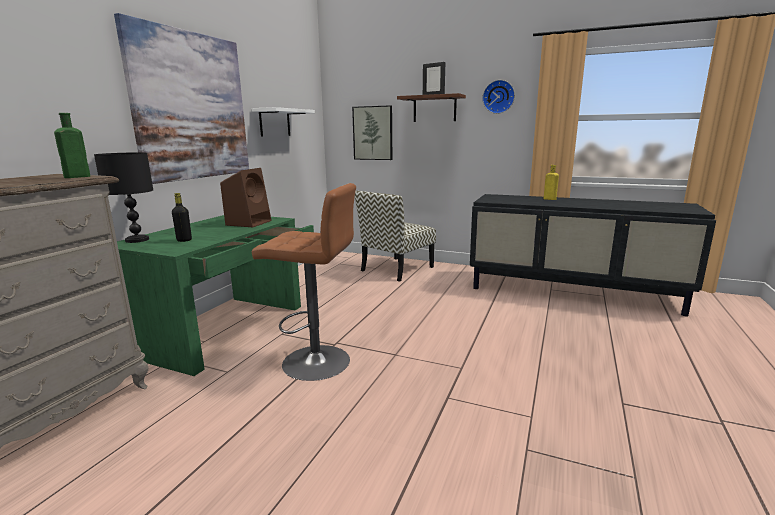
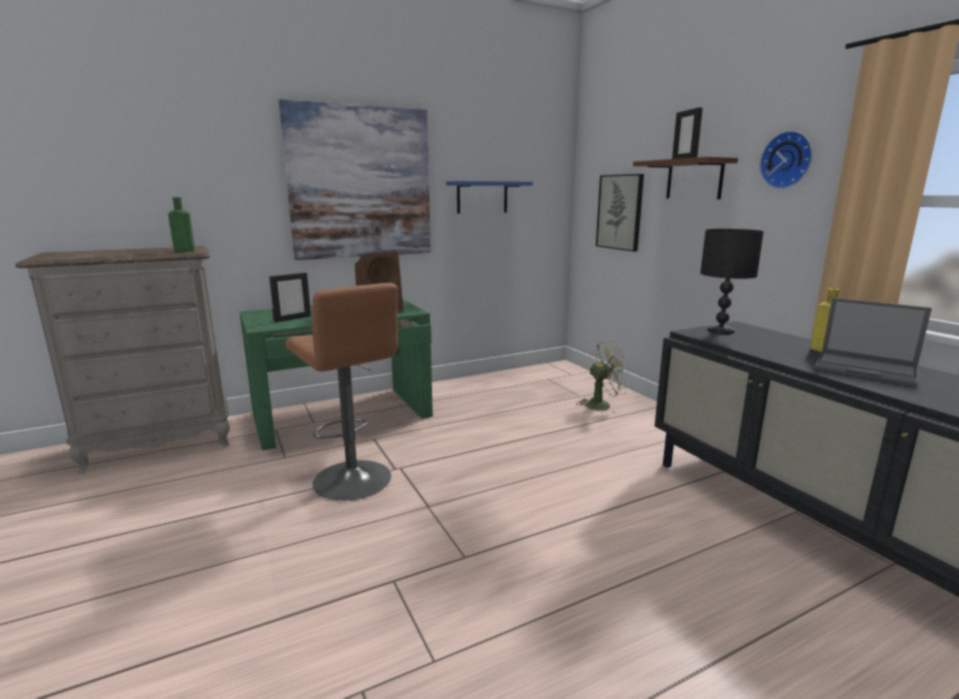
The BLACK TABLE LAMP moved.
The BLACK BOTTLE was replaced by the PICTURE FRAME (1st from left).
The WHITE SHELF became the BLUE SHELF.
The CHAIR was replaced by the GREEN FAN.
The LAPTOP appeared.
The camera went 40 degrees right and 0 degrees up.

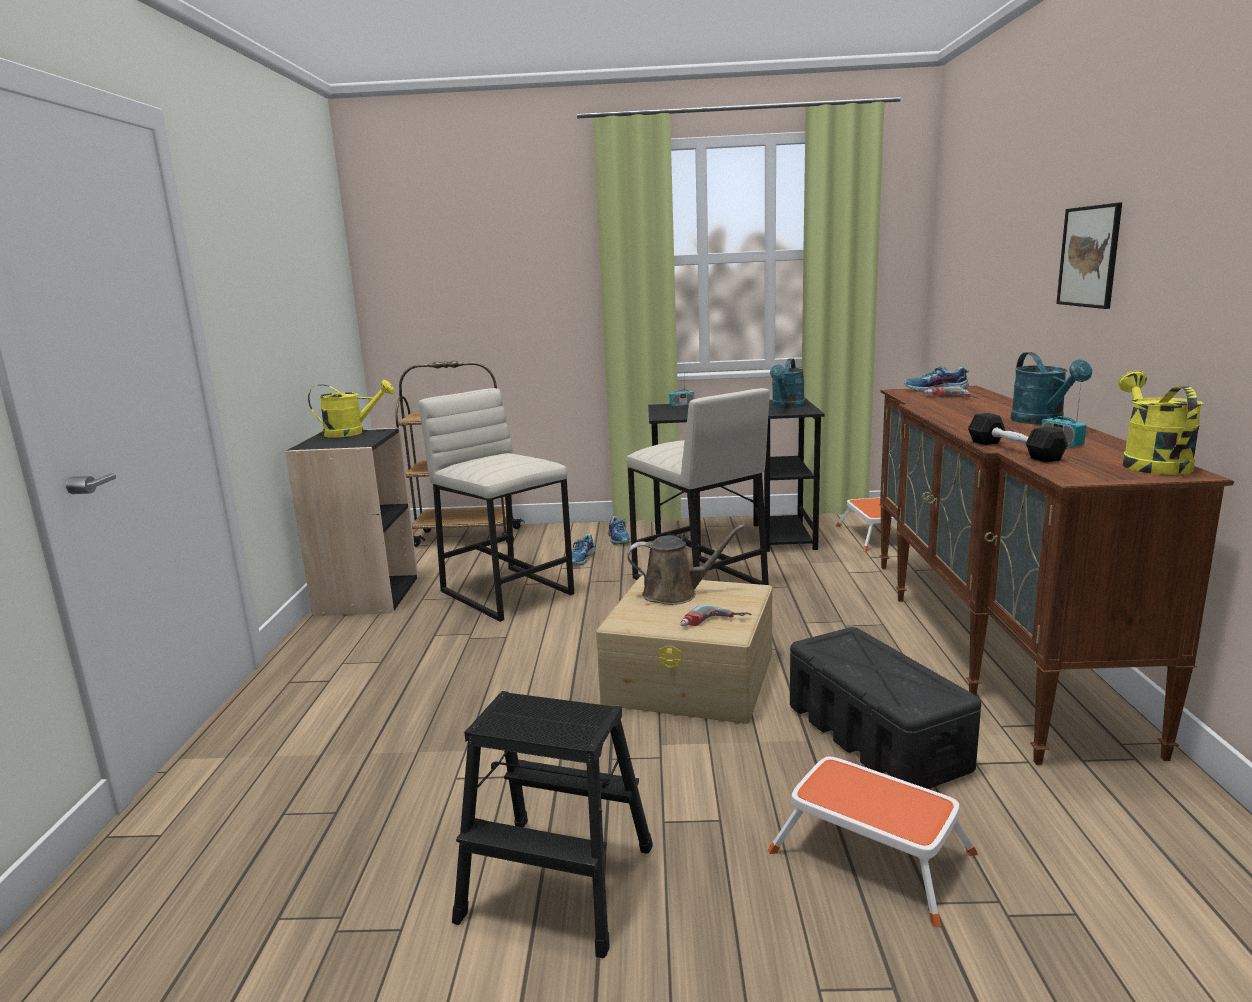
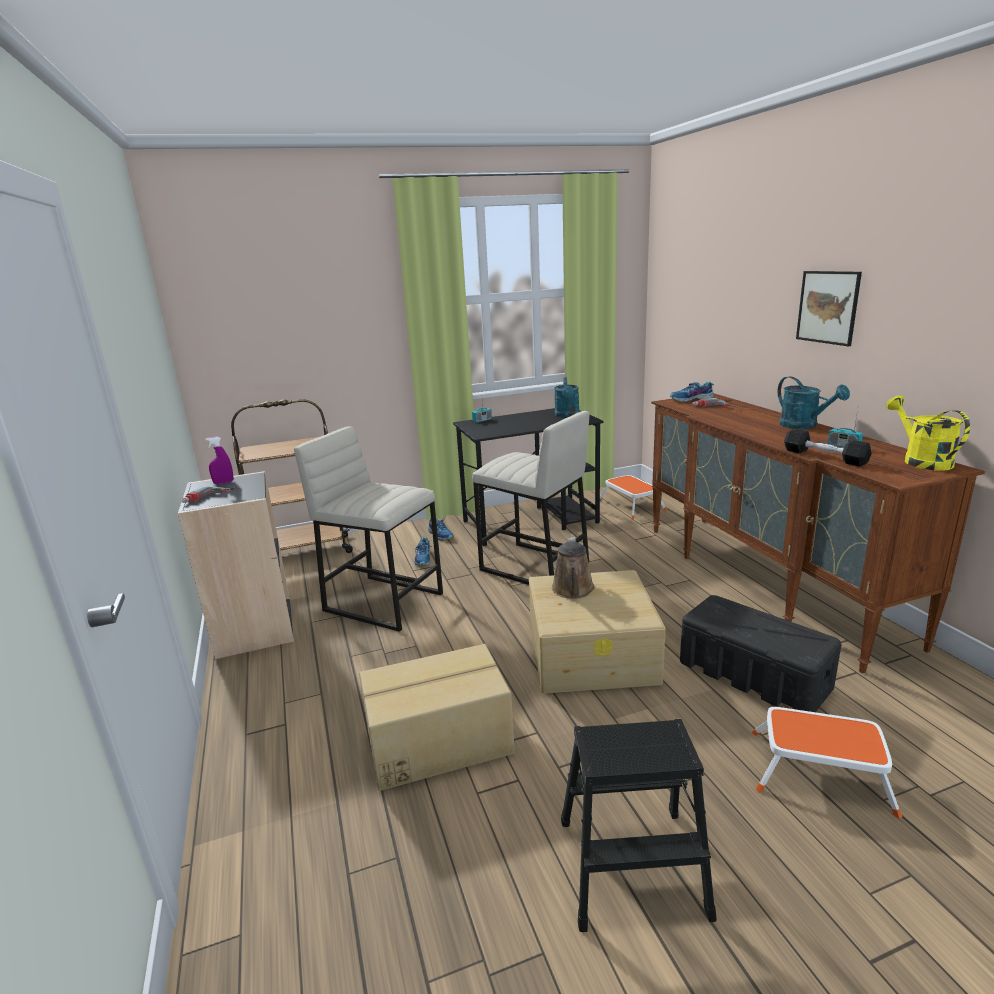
The YELLOW WATERING CAN (1st from left) was replaced by the PURPLE SPRAY BOTTLE.
The BROWN WATERING CAN turned 120 degrees clockwise.
The POWER DRILL (1st from left) moved.
The CARDBOARD BOX appeared.
The camera went 20 degrees left and 5 degrees up.

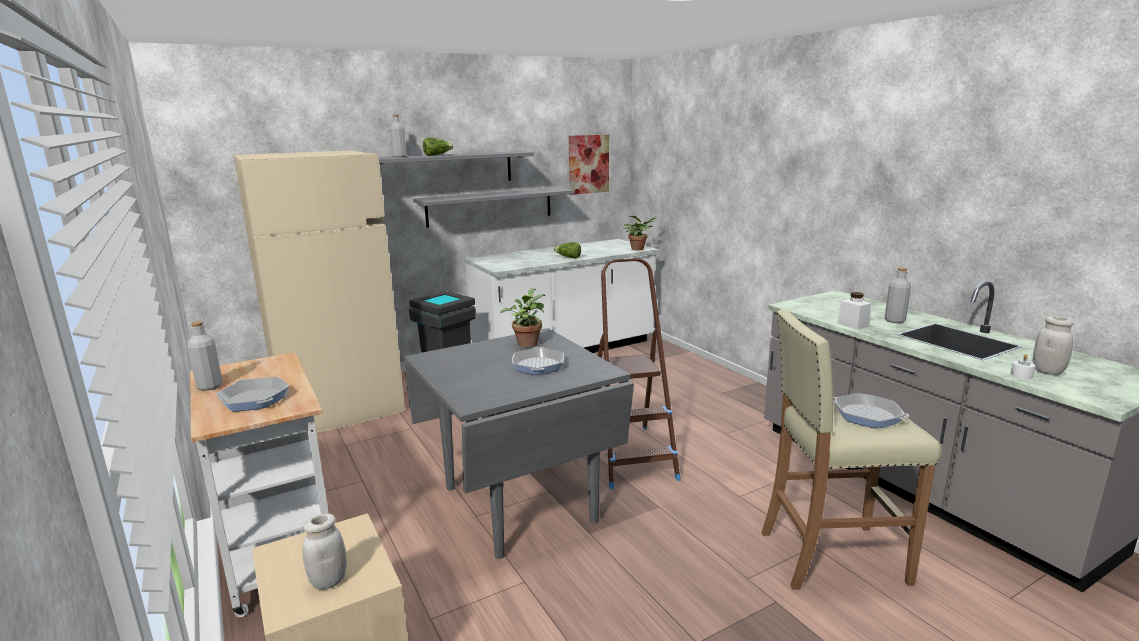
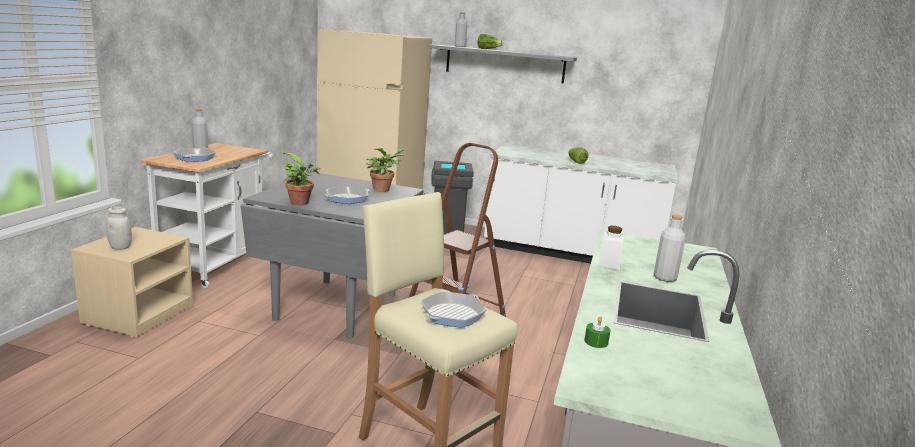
The GREY SHELF (2nd from left) disappeared.
The PICTURE disappeared.
The POTTED PLANT (2nd from left in the first image) moved.
The FRYING PAN (3rd from left) turned 135 degrees counterclockwise.
The WHITE CANDLE became the GREEN CANDLE.
The WHITE JAR (3rd from left) disappeared.
The camera went 45 degrees right and 0 degrees up.

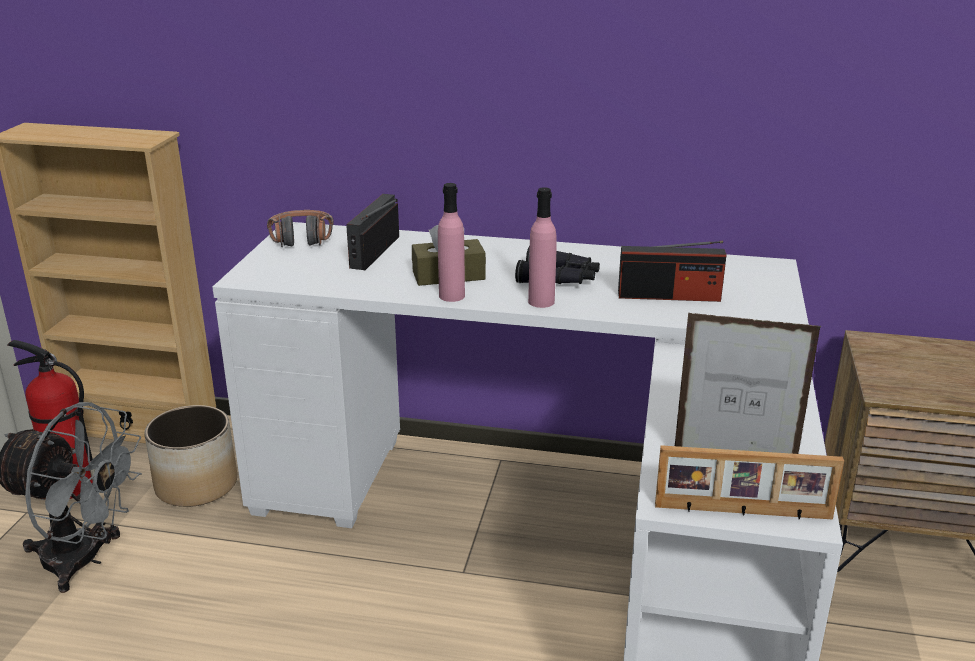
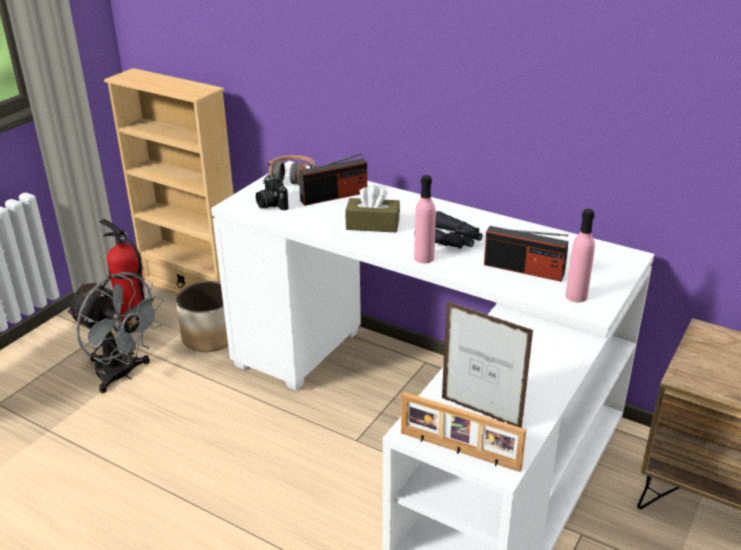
The RADIO (1st from left) turned 150 degrees counterclockwise.
The PINK BOTTLE (1st from left in the first image) moved.
The PHOTO CAMERA appeared.
The camera went 20 degrees right and 5 degrees up.

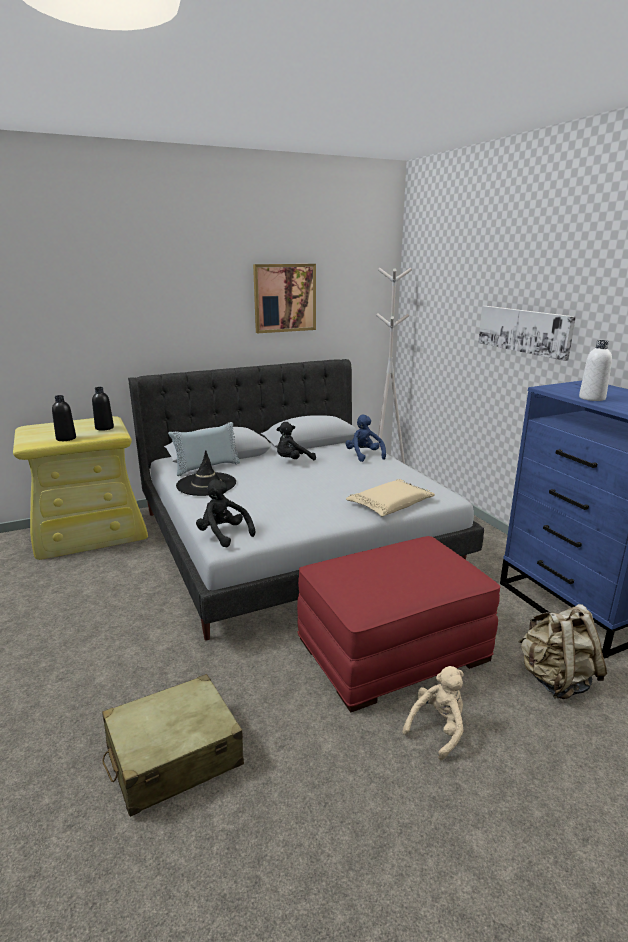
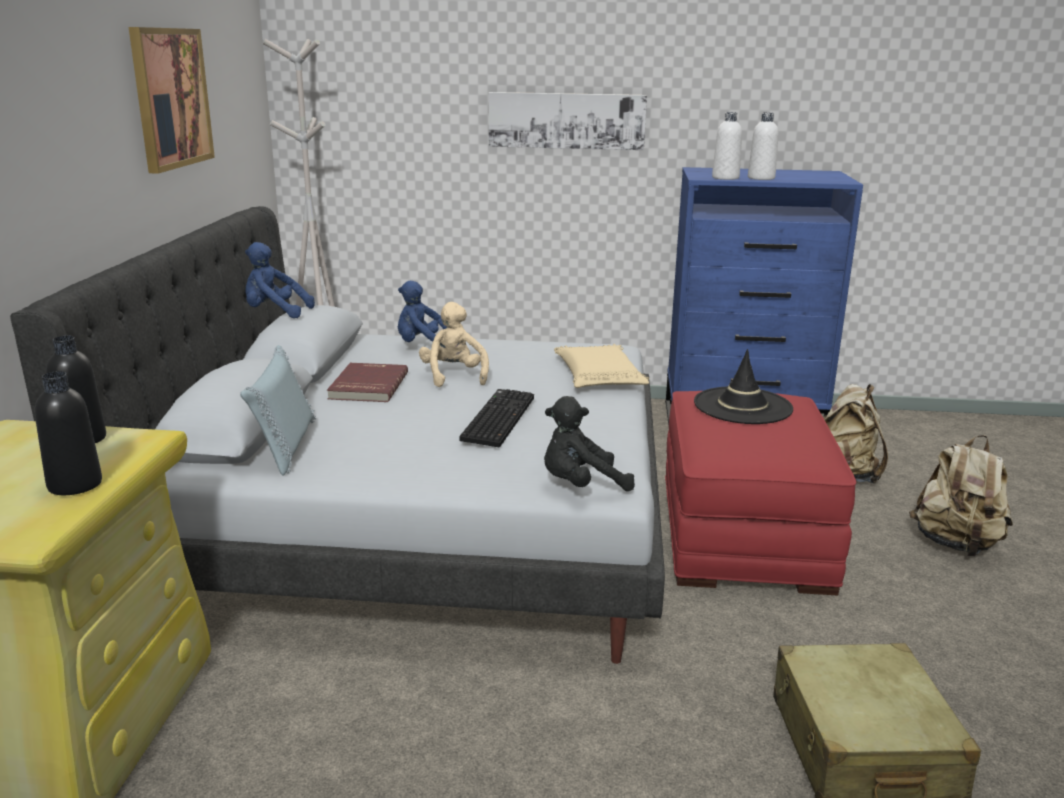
The BLACK HAT moved.
The BLACK PLUSH TOY (2nd from left) was replaced by the RED BOOK.
The BEIGE PLUSH TOY moved.
The BLUE PLUSH TOY (1st from left) appeared.
The KEYBOARD appeared.
The WHITE BOTTLE (1st from left) appeared.
The BEIGE BACKPACK (2nd from left) appeared.
The camera went 60 degrees left and 0 degrees up.

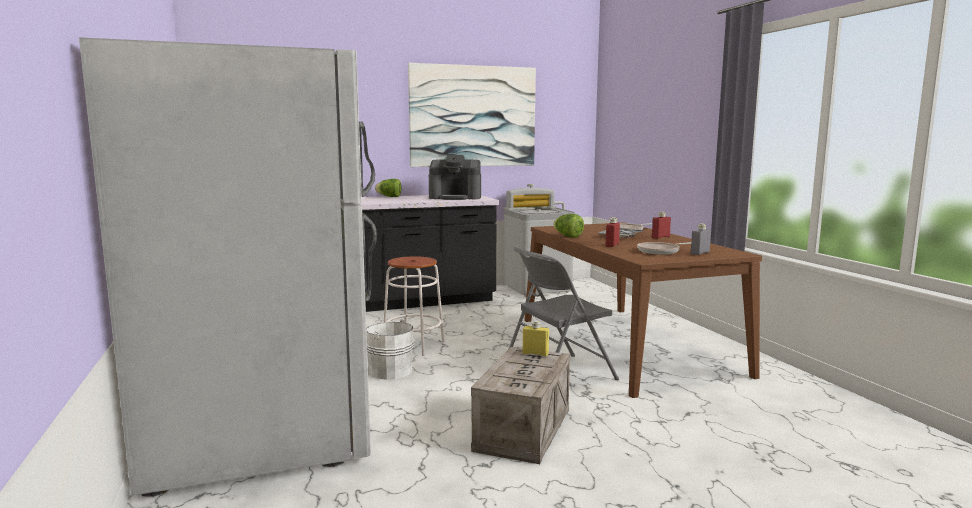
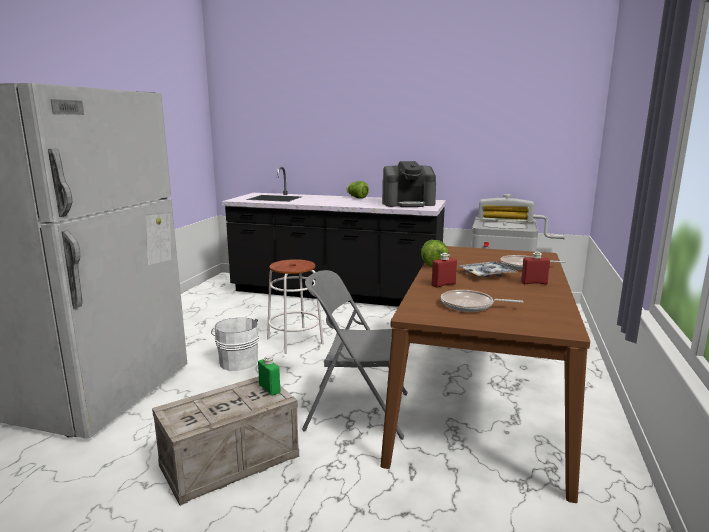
The PICTURE disappeared.
The COFFEE MACHINE turned 45 degrees counterclockwise.
The YELLOW BOTTLE became the GREEN BOTTLE.
The GREY BOTTLE disappeared.
The camera went 35 degrees right and 5 degrees up.

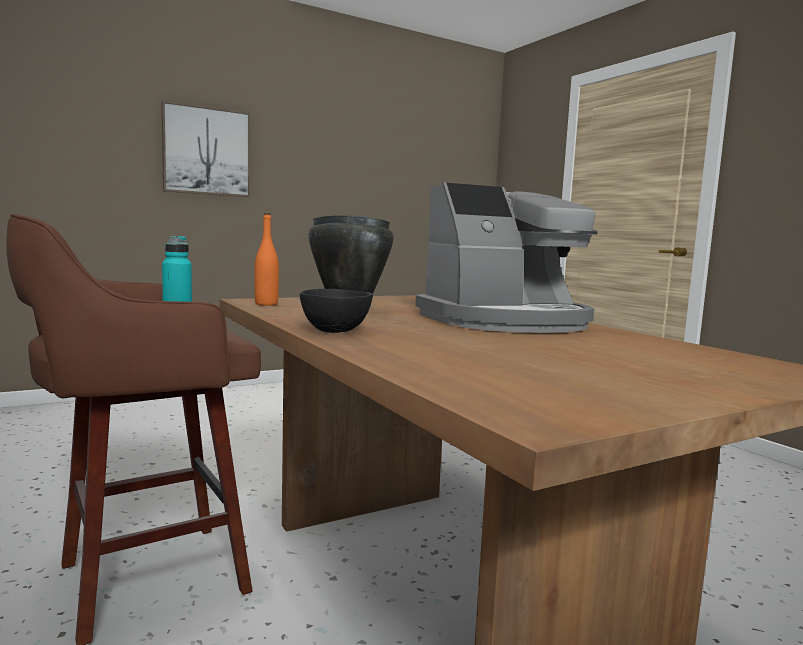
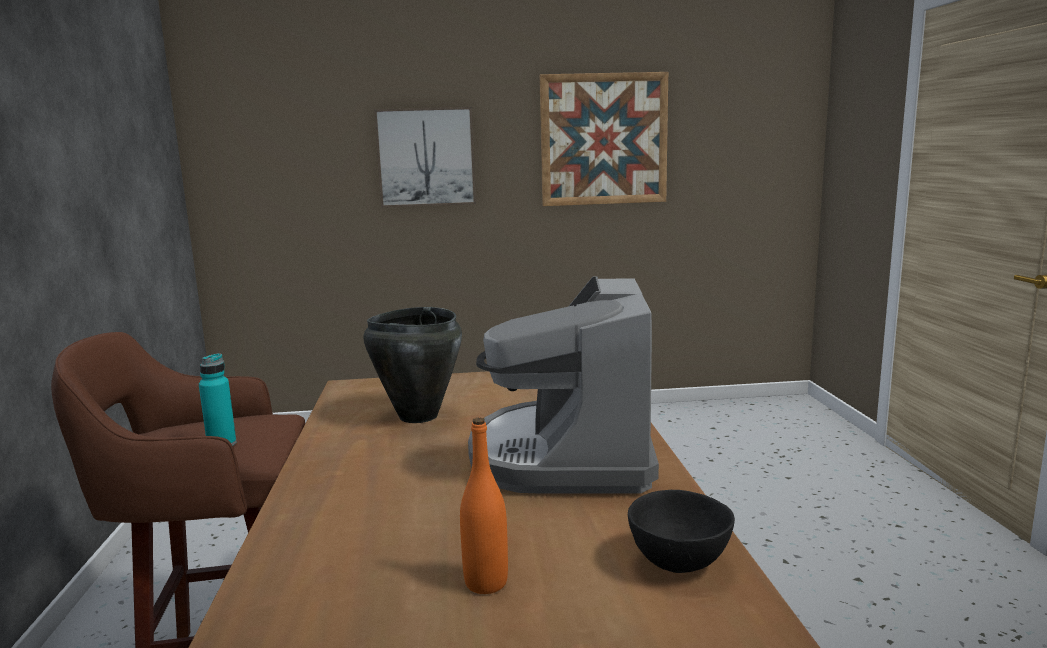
The ORANGE BOTTLE moved.
The BLACK BOWL moved.
The COFFEE MACHINE turned 90 degrees clockwise.
The PICTURE (2nd from left) appeared.
The camera went 25 degrees right and 5 degrees up.

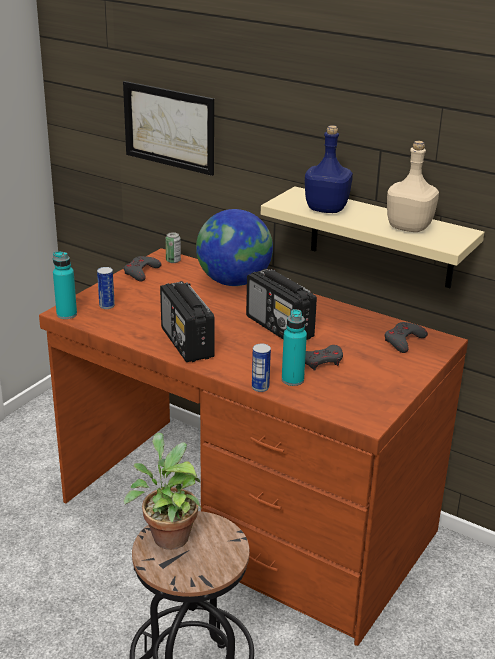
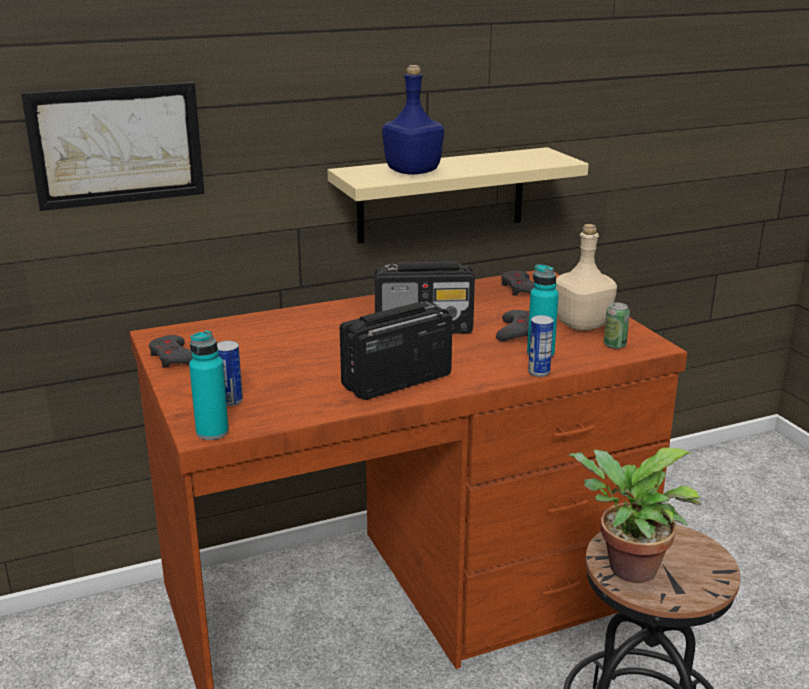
The RADIO (1st from left) turned 135 degrees clockwise.
The CAN (2nd from left in the first image) moved.
The GLOBE disappeared.
The BEIGE BOTTLE moved.
The camera went 55 degrees left and 5 degrees down.

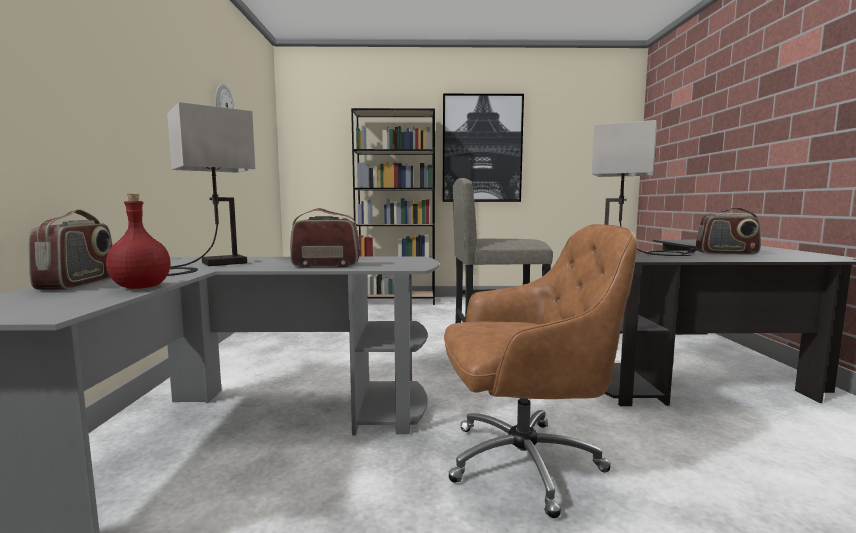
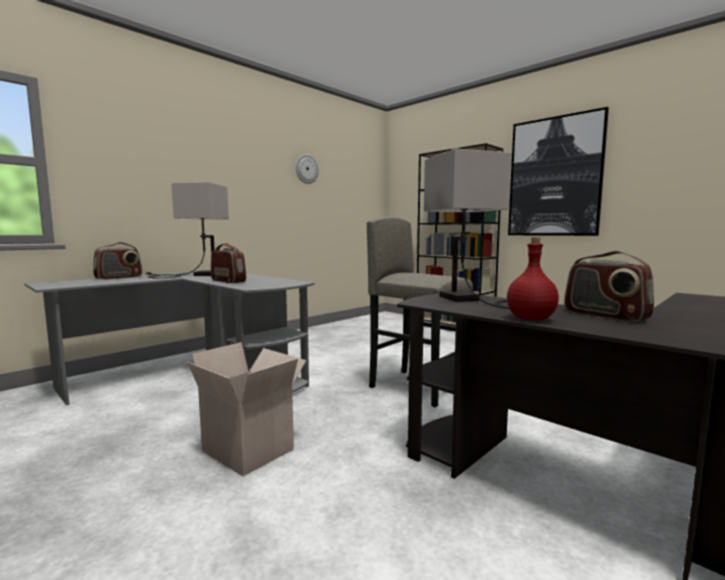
The RED BOTTLE moved.
The BROWN OFFICE CHAIR was replaced by the CARDBOARD BOX.
The camera went 45 degrees right and 0 degrees up.

